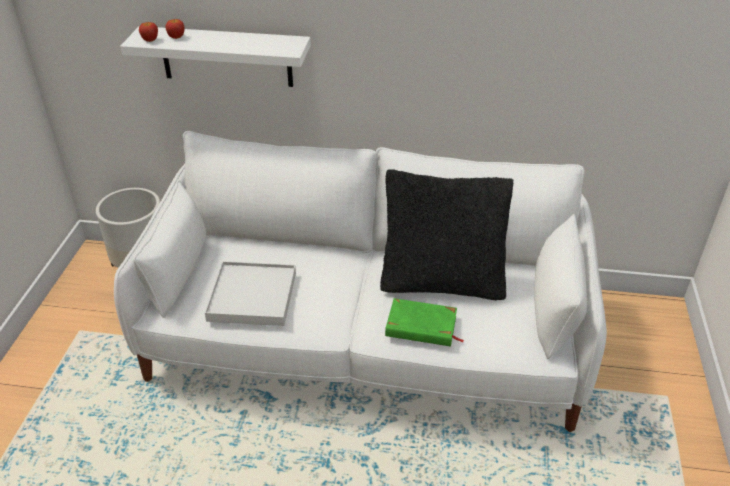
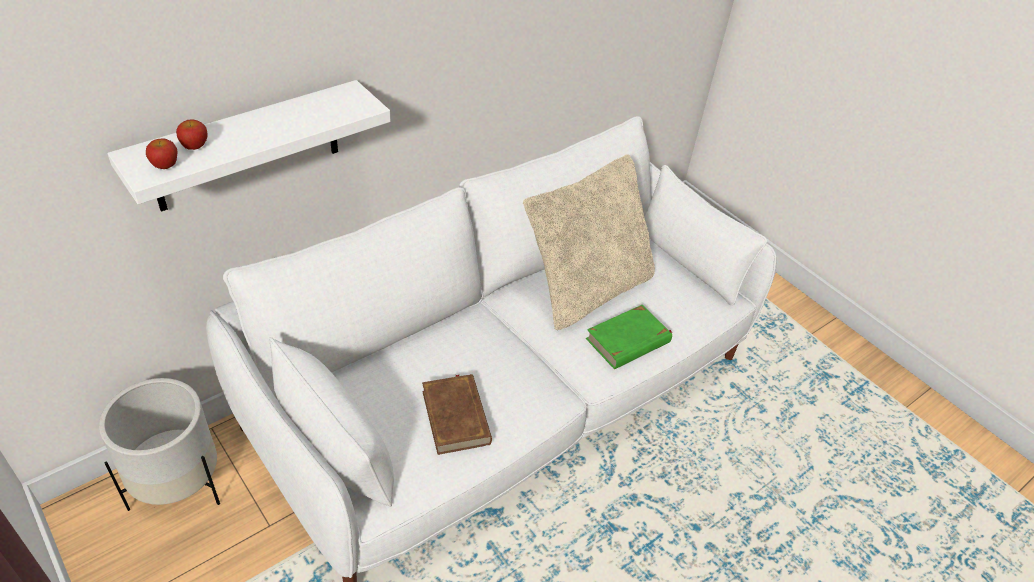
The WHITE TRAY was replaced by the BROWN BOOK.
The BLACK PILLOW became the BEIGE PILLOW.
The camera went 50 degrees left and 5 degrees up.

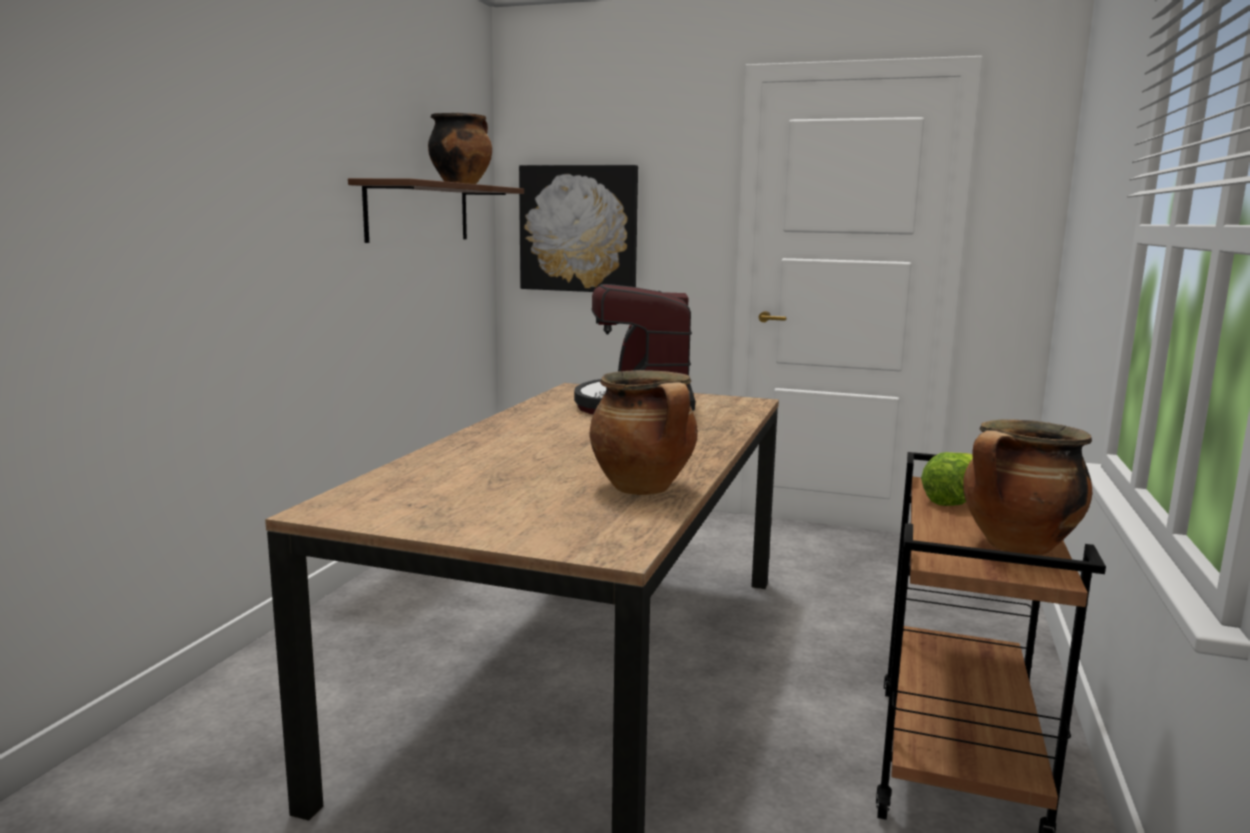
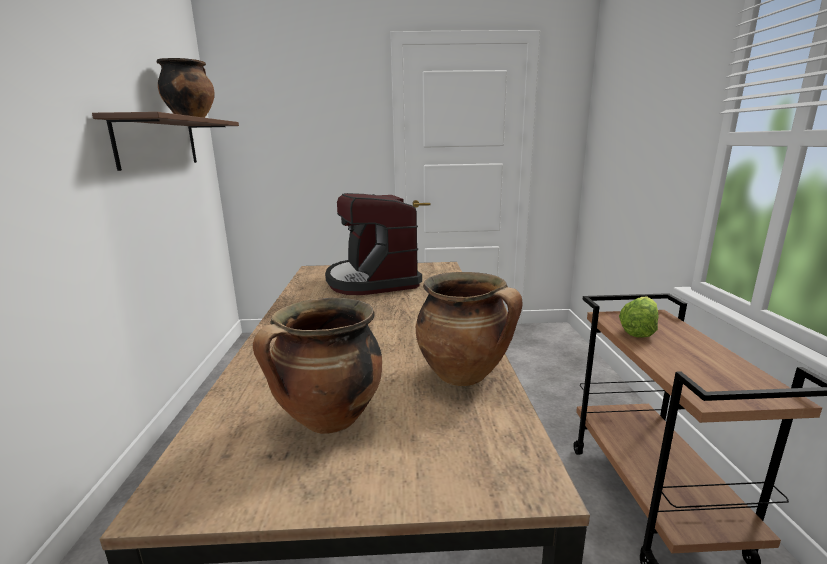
The PICTURE disappeared.
The COOKING POT (3rd from left in the first image) moved.
The camera went 20 degrees left and 5 degrees up.

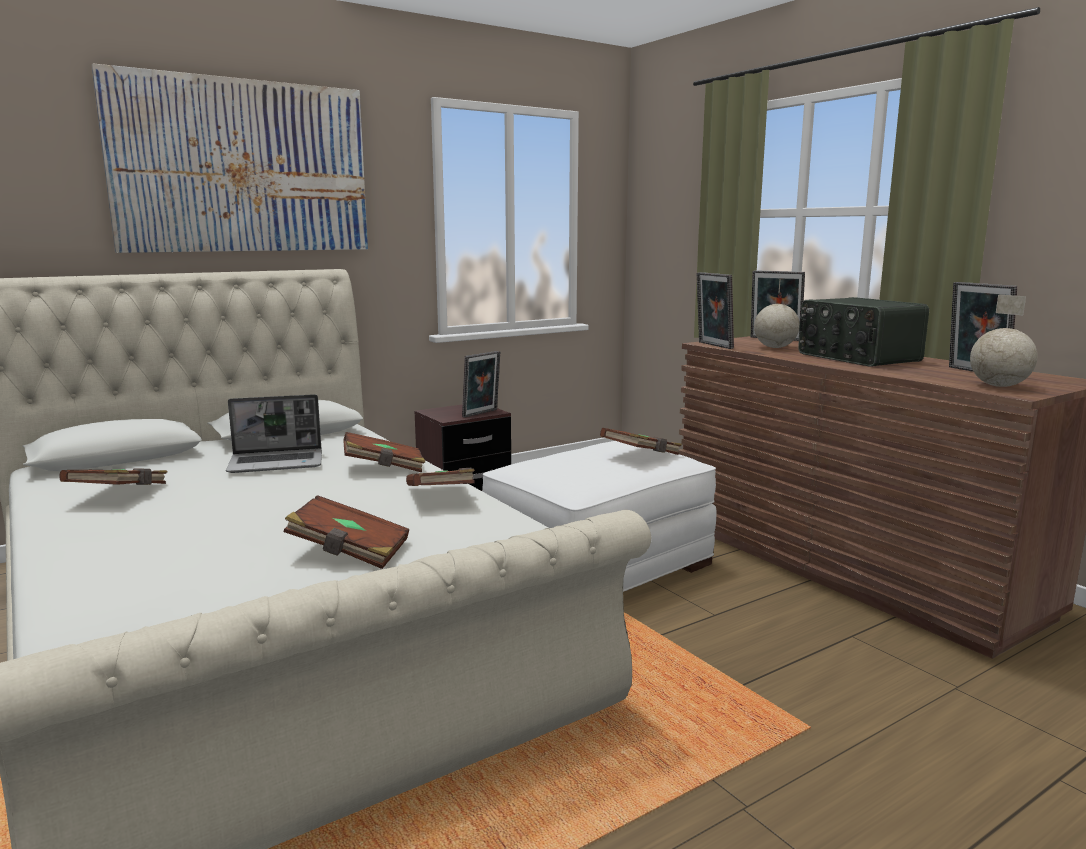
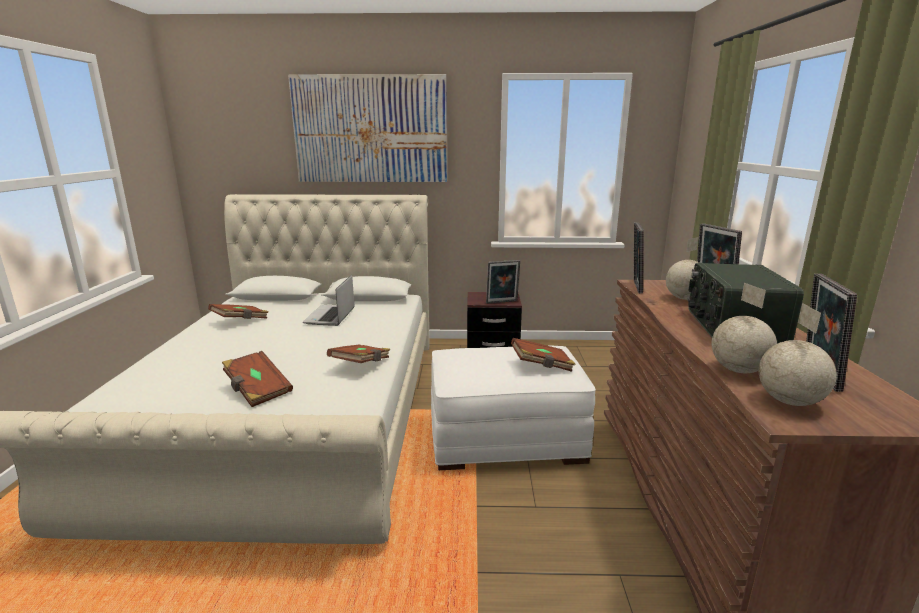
The LAPTOP turned 75 degrees clockwise.
The BROWN BOOK (3rd from left) disappeared.
The GLOBE (2nd from left) appeared.
The camera went 35 degrees right and 5 degrees up.

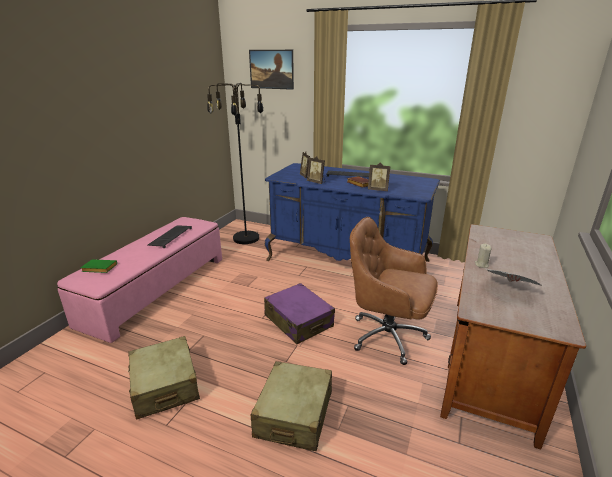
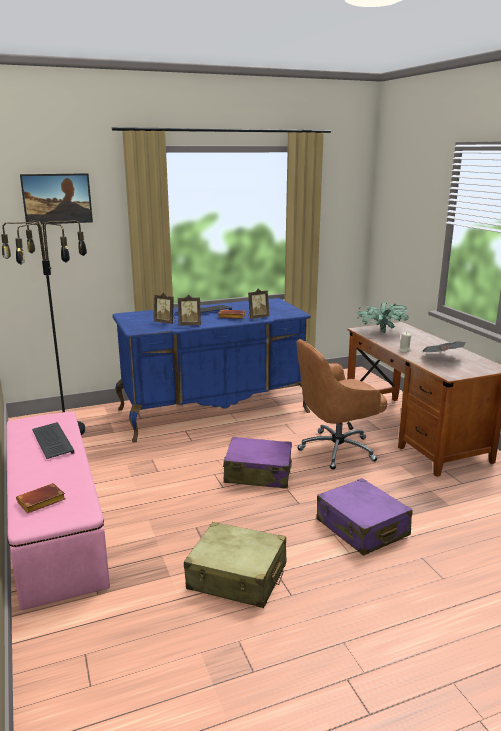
The GREEN BOOK became the BROWN BOOK (1st from left).
The BEIGE SUITCASE (2nd from left) became the PURPLE SUITCASE (2nd from left).
The POTTED PLANT appeared.
The camera went 45 degrees left and 5 degrees down.

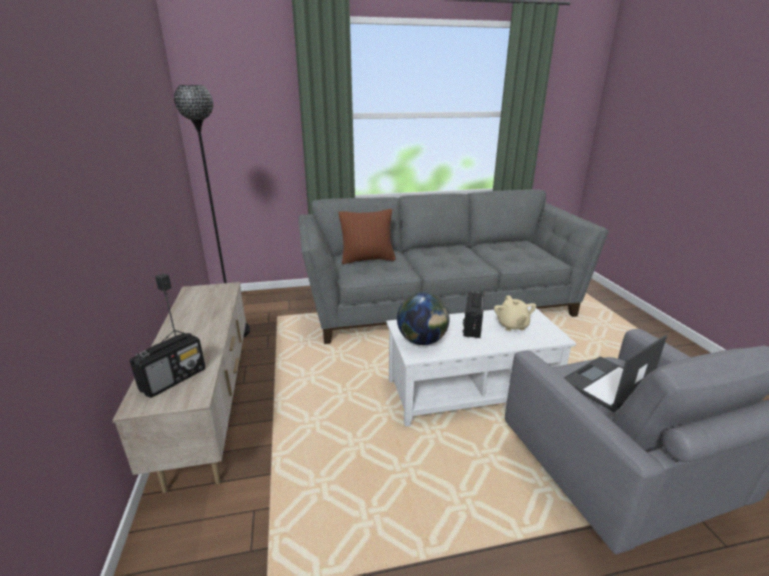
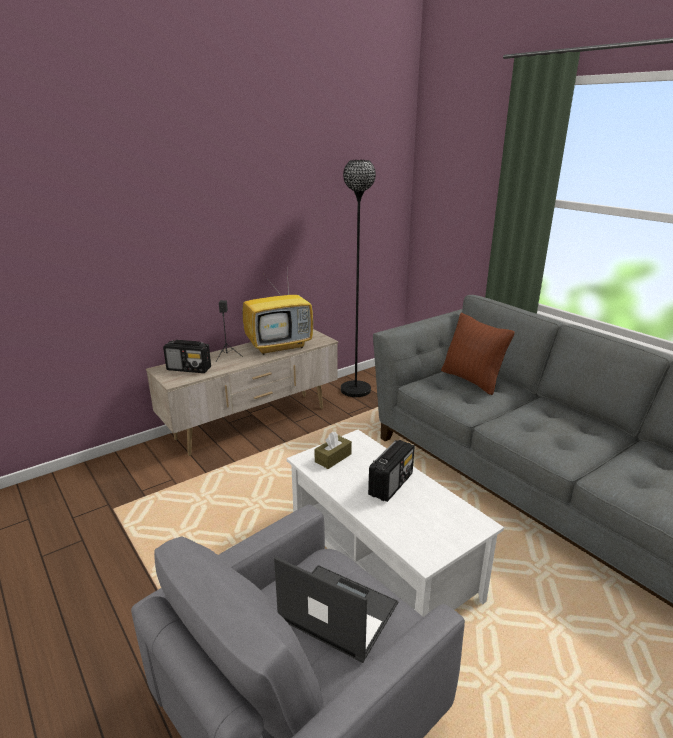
The GLOBE was replaced by the BROWN TISSUE BOX.
The RADIO (2nd from left) turned 135 degrees clockwise.
The BEIGE TEAPOT disappeared.
The TELEVISION appeared.
The camera went 65 degrees right and 0 degrees up.

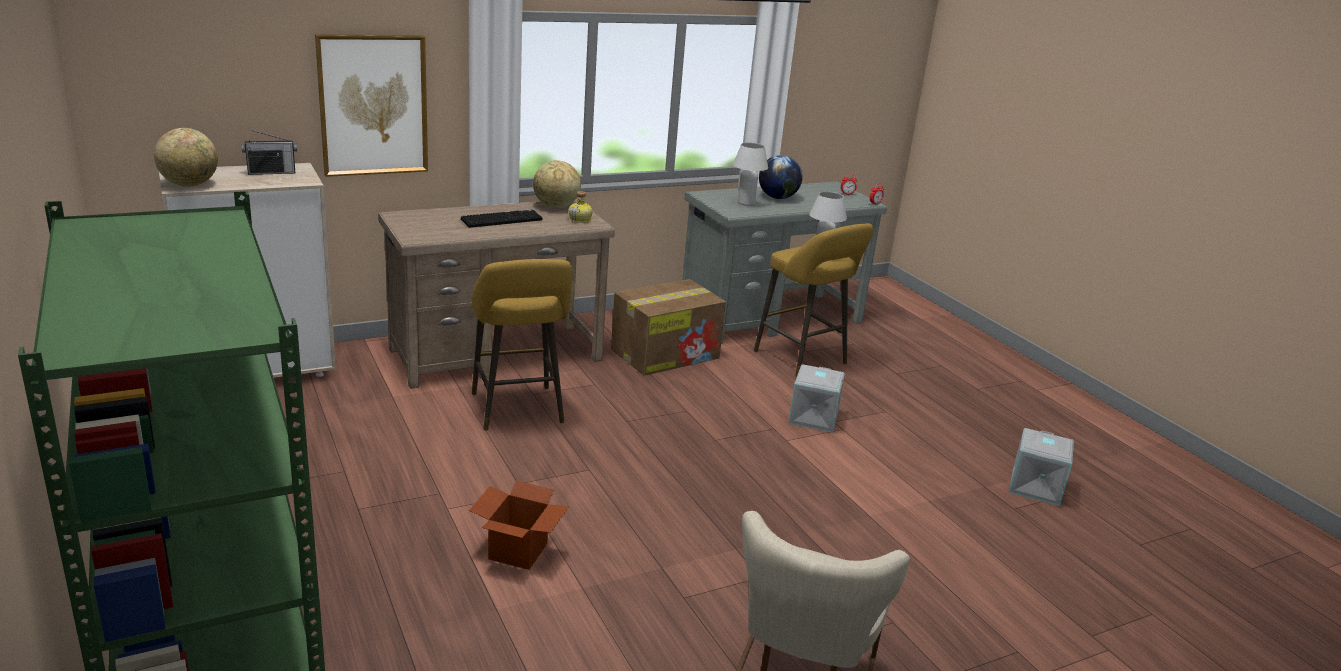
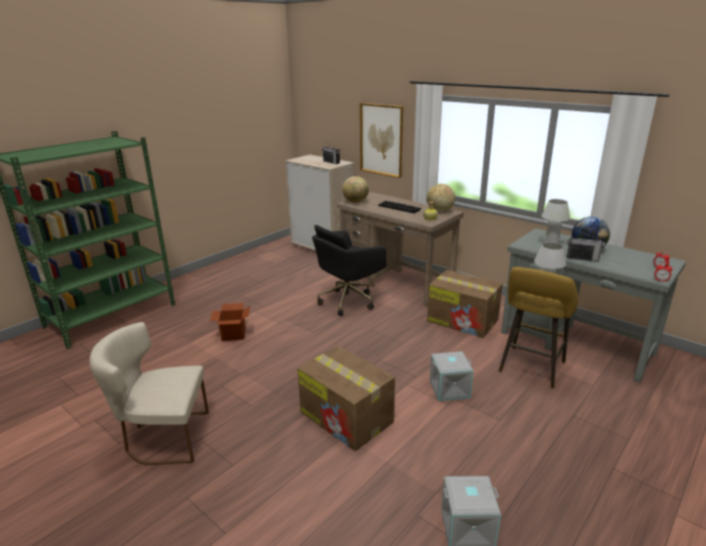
The GLOBE (1st from left) moved.
The YELLOW STOOL (1st from left) was replaced by the BLACK OFFICE CHAIR.
The CARDBOARD BOX (2nd from left) appeared.
The RADIO (2nd from left) appeared.
The camera went 70 degrees right and 0 degrees up.

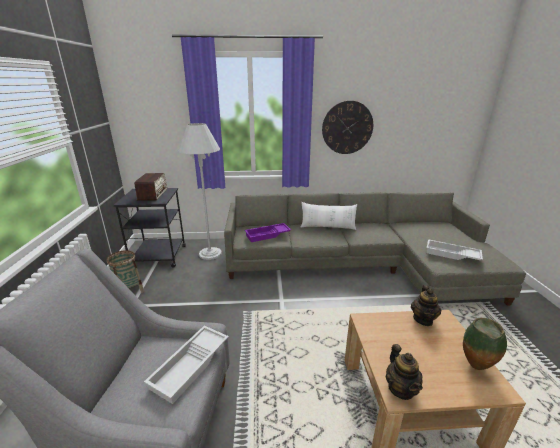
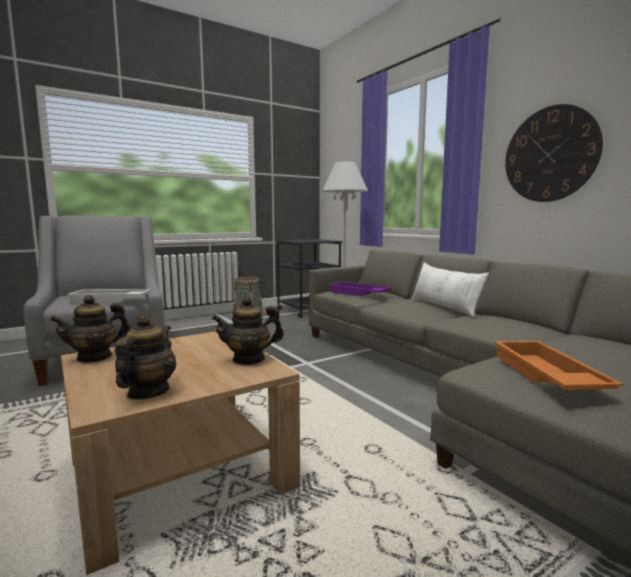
The RADIO disappeared.
The WHITE TRAY (2nd from left) became the ORANGE TRAY.
The VASE was replaced by the TEAPOT (2nd from left).
The camera went 60 degrees right and 15 degrees down.

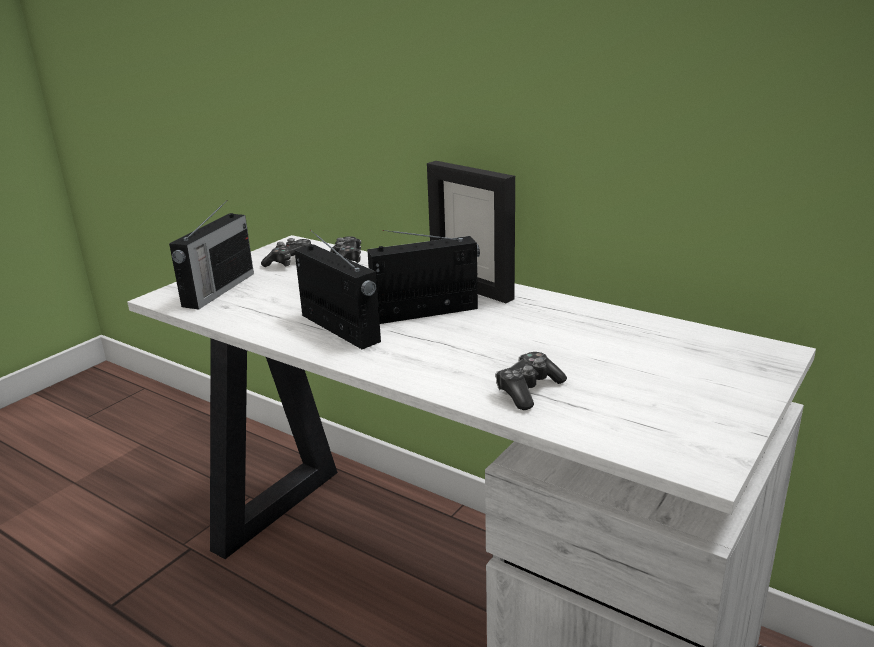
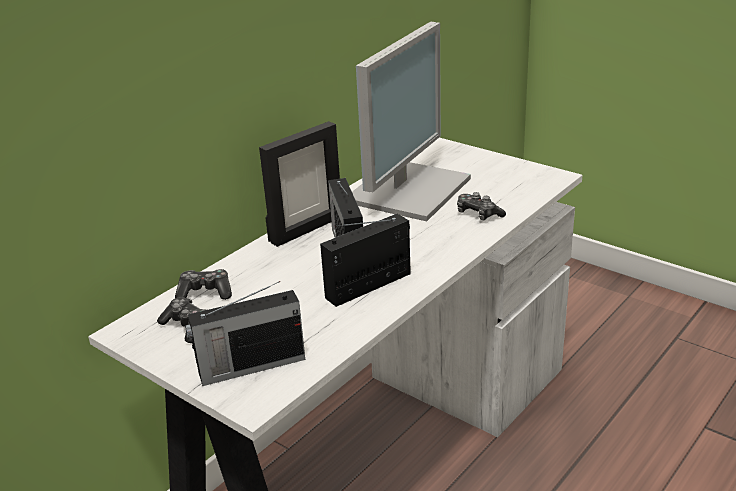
The RADIO (1st from left) turned 135 degrees clockwise.
The MONITOR appeared.
The camera went 85 degrees left and 5 degrees up.

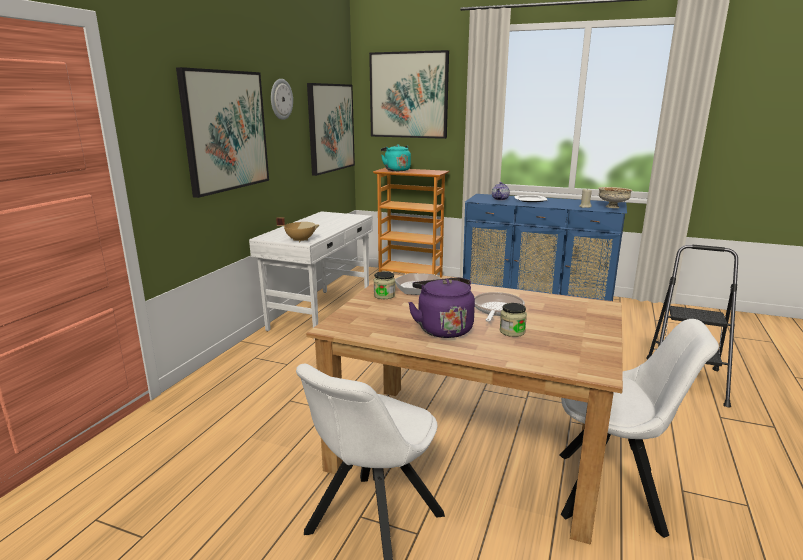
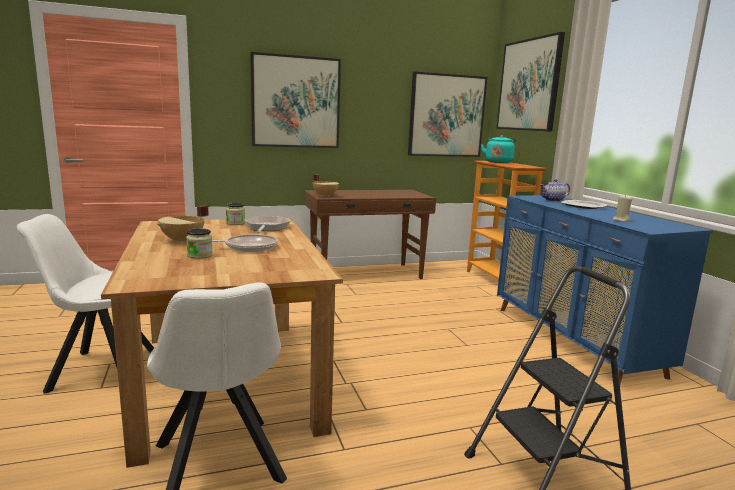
The WHITE CONSOLE TABLE became the BROWN CONSOLE TABLE.
The WALL CLOCK disappeared.
The PURPLE KETTLE was replaced by the BEIGE COOKING POT (1st from left).
The BEIGE BOWL disappeared.
The camera went 50 degrees right and 5 degrees down.

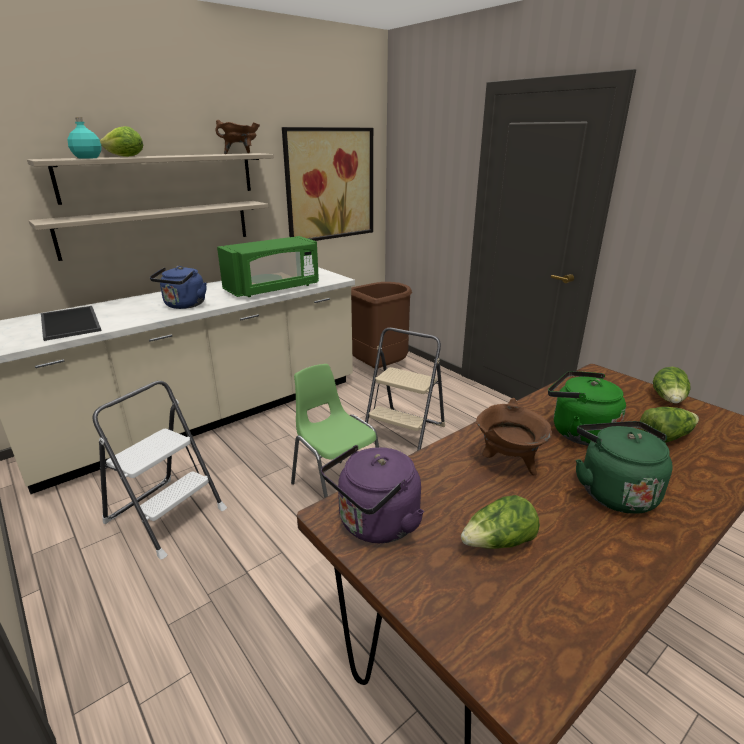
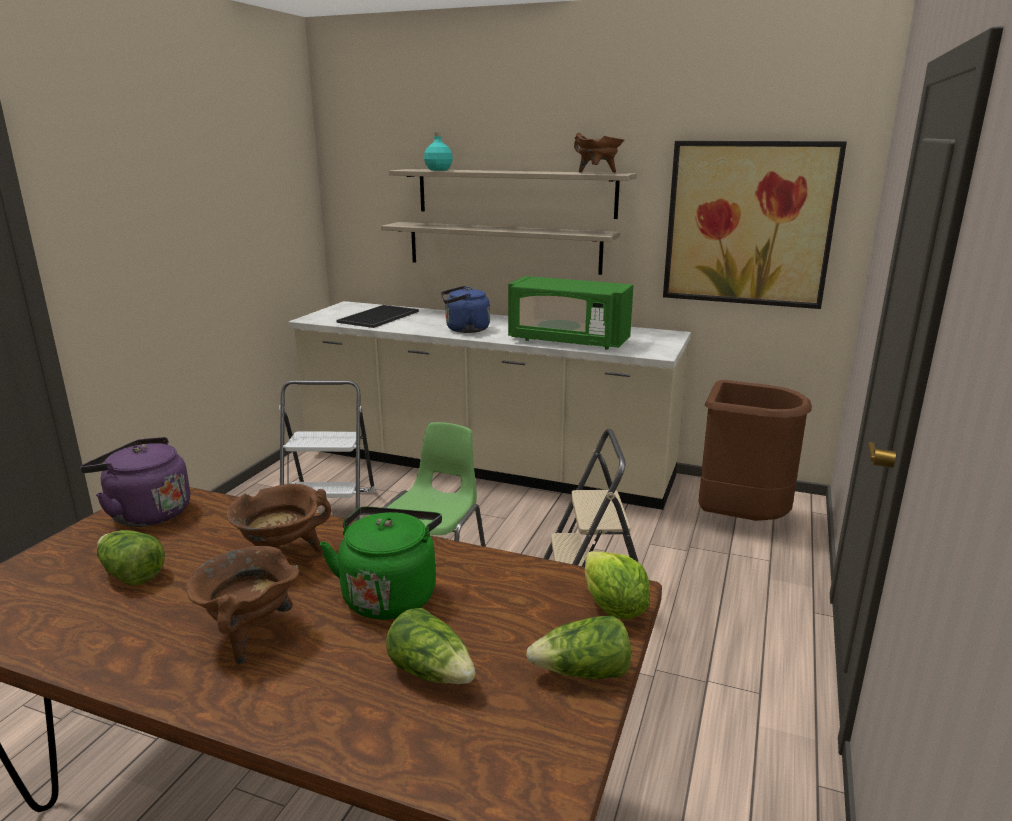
The LETTUCE (1st from left in the first image) moved.
The GREEN KETTLE (2nd from left) was replaced by the BROWN COOKING POT (1st from left).
The camera went 60 degrees right and 5 degrees down.

